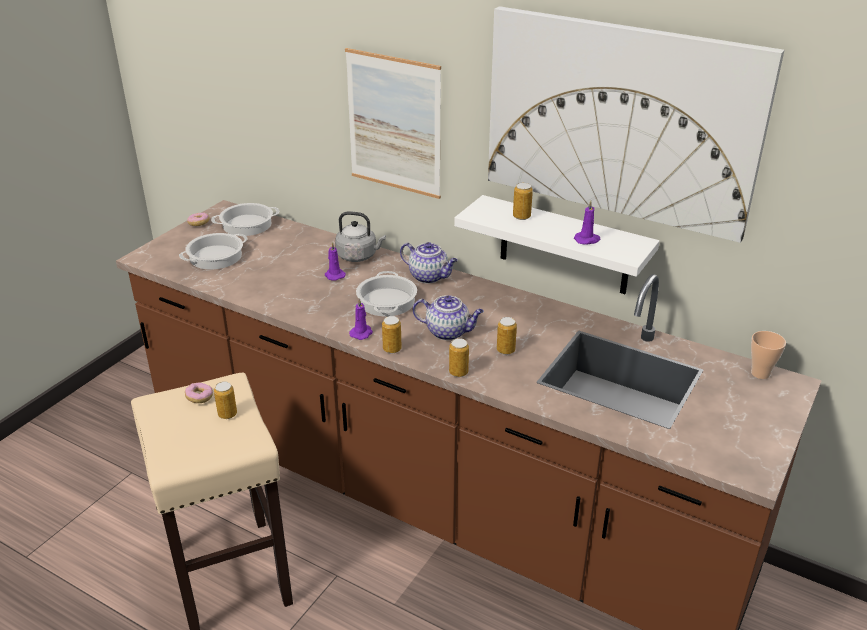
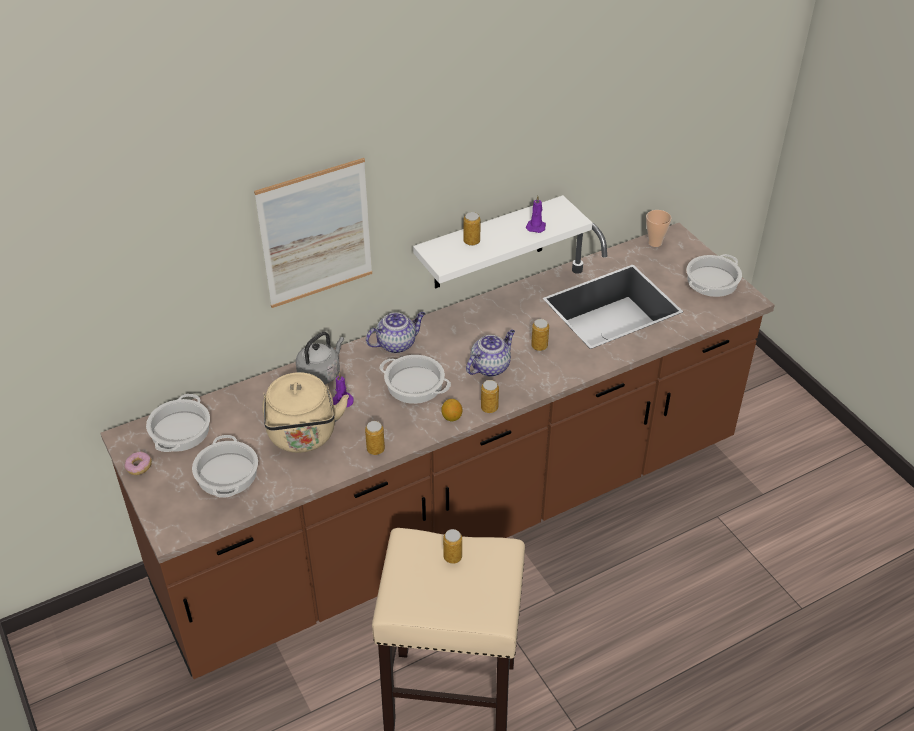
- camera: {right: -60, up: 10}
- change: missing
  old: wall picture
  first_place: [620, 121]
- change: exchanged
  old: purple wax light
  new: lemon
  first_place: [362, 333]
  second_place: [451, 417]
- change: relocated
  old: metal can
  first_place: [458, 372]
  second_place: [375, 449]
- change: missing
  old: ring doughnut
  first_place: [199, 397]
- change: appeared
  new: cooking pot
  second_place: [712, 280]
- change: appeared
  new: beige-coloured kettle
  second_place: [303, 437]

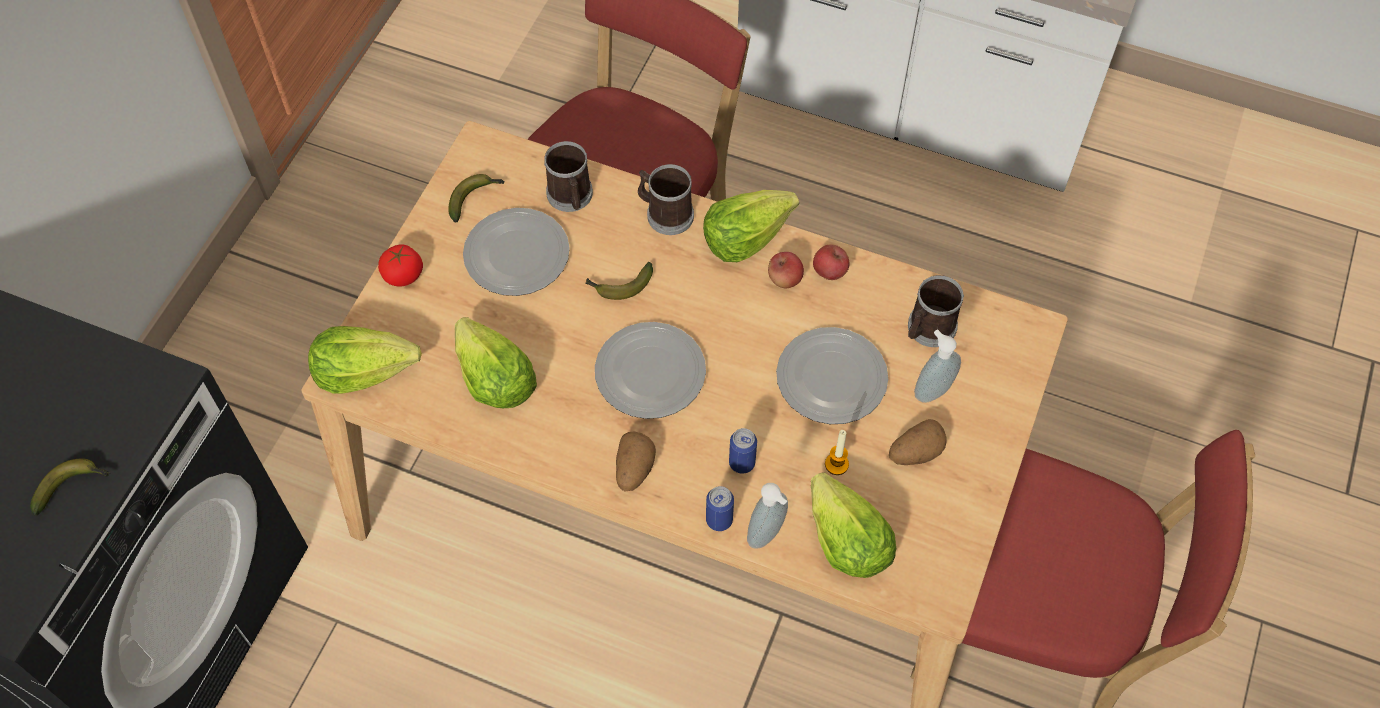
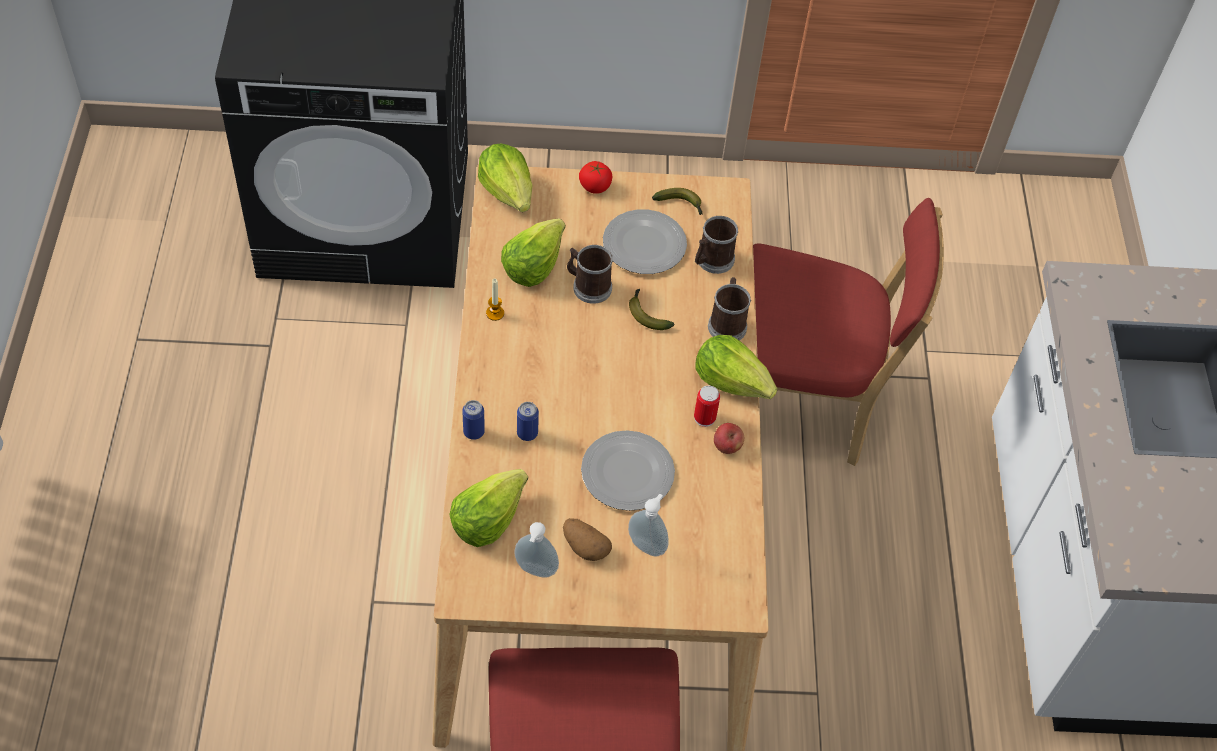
- camera: {right: 65, up: -5}
- change: exchanged
  old: apple fruit
  new: metal can
  first_place: [784, 279]
  second_place: [704, 418]
- change: relocated
  old: mug
  first_place: [928, 329]
  second_place: [588, 286]
- change: missing
  old: plate
  first_place: [649, 374]
- change: relocated
  old: wax light
  first_place: [836, 464]
  second_place: [495, 313]
- change: missing
  old: potato
  first_place: [633, 469]
- change: missing
  old: banana
  first_place: [72, 487]
- change: relocated
  old: liquid soap bottle
  first_place: [768, 535]
  second_place: [535, 571]

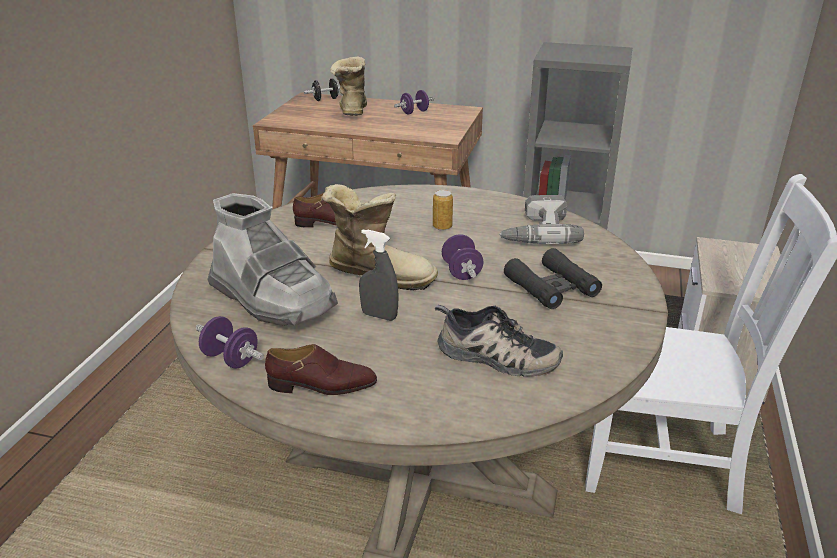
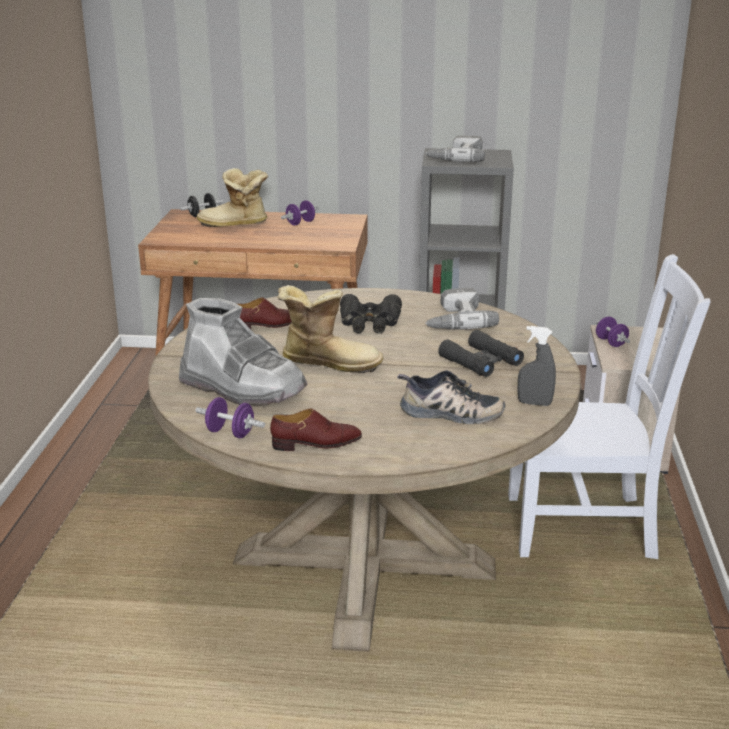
- camera: {right: -10, up: -5}
- change: spun
  old: high-top boot
  first_place: [351, 110]
  second_place: [234, 225]
  degrees: -75
- change: exchanged
  old: metal can
  new: black field glasses
  first_place: [442, 227]
  second_place: [370, 322]
- change: relocated
  old: gray hand sprayer
  first_place: [379, 316]
  second_place: [534, 403]
- change: relocated
  old: purple hand weight
  first_place: [461, 272]
  second_place: [611, 342]
- change: appeared
  new: electric drill
  second_place: [455, 157]

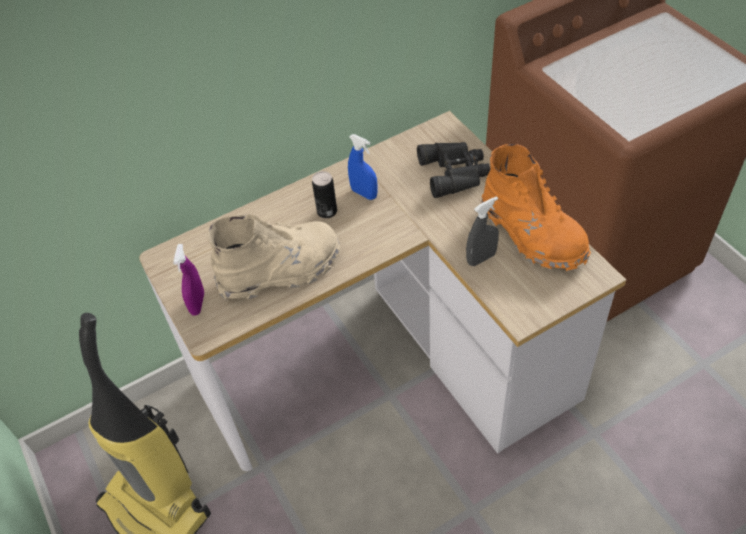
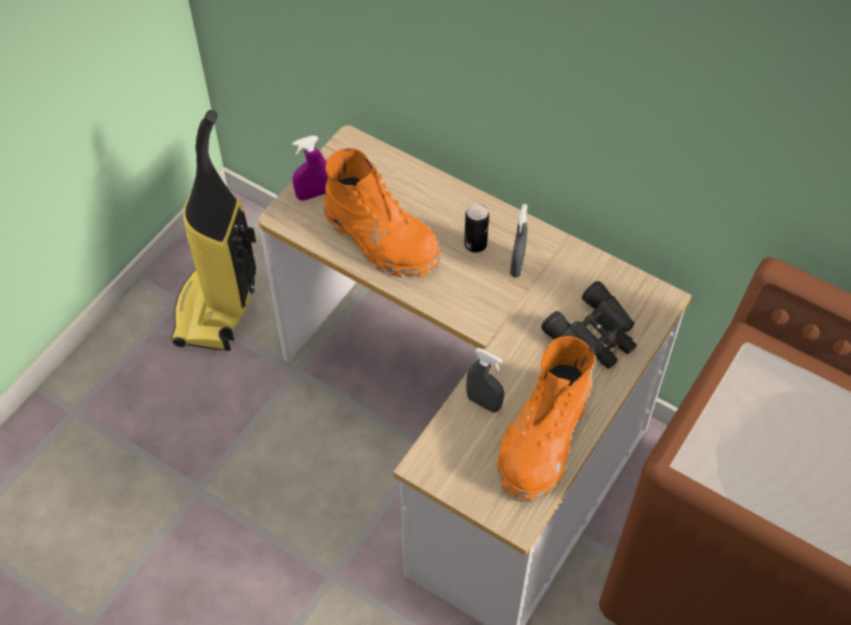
- camera: {right: 60, up: 5}
- change: colour
  old: blue-coloured hand sprayer
  new: gray hand sprayer
  first_place: [364, 193]
  second_place: [517, 265]
- change: colour
  old: beige-coloured high-top boot
  new: orange-coloured high-top boot
  first_place: [281, 270]
  second_place: [381, 239]

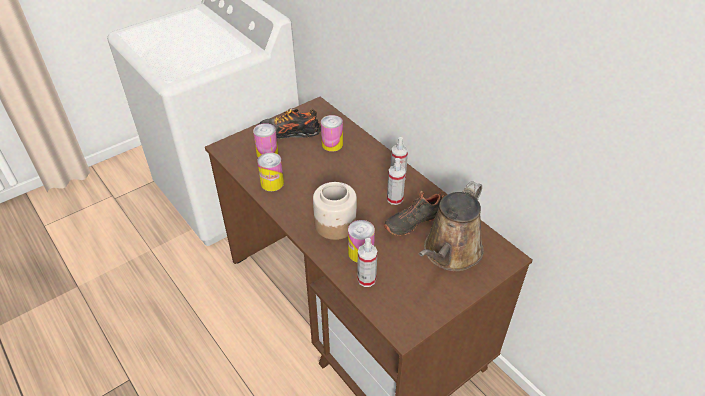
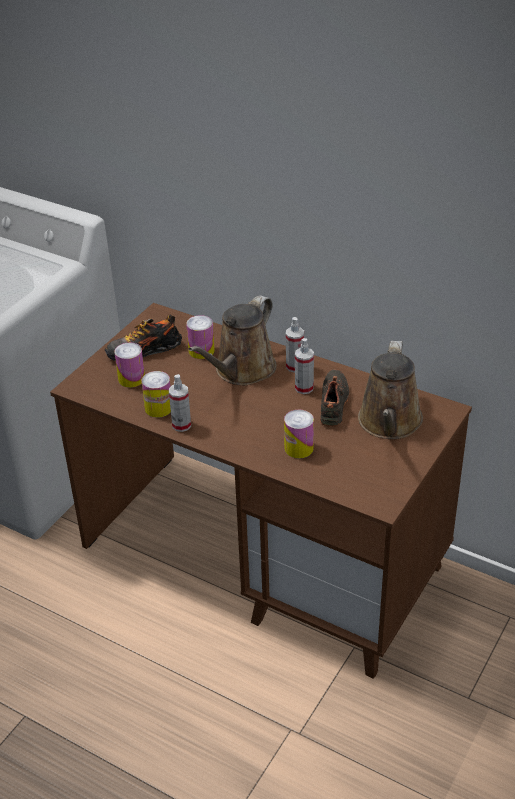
- camera: {right: -20, up: -5}
- change: missing
  old: storage jar
  first_place: [334, 224]
- change: spun
  old: black low shoe
  first_place: [412, 221]
  second_place: [335, 404]
  degrees: 150
- change: relocated
  old: hand sprayer
  first_place: [366, 279]
  second_place: [181, 425]
- change: appeared
  new: brown-coloured watering pot
  second_place: [241, 371]

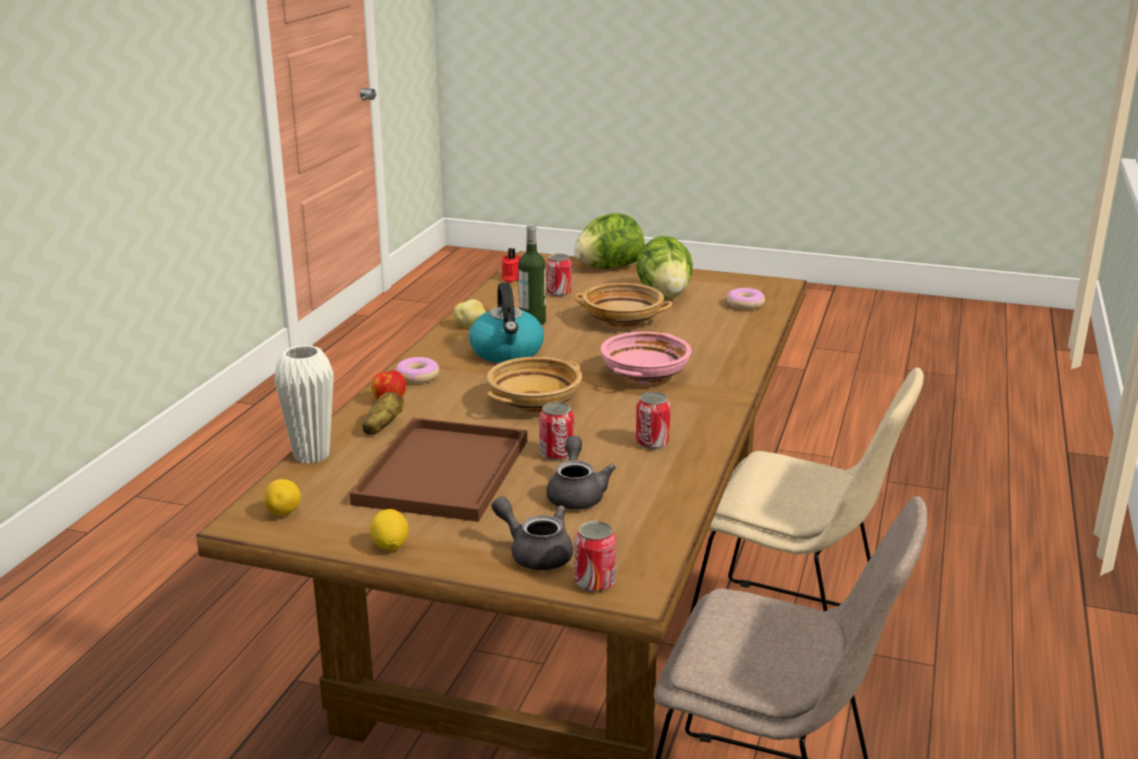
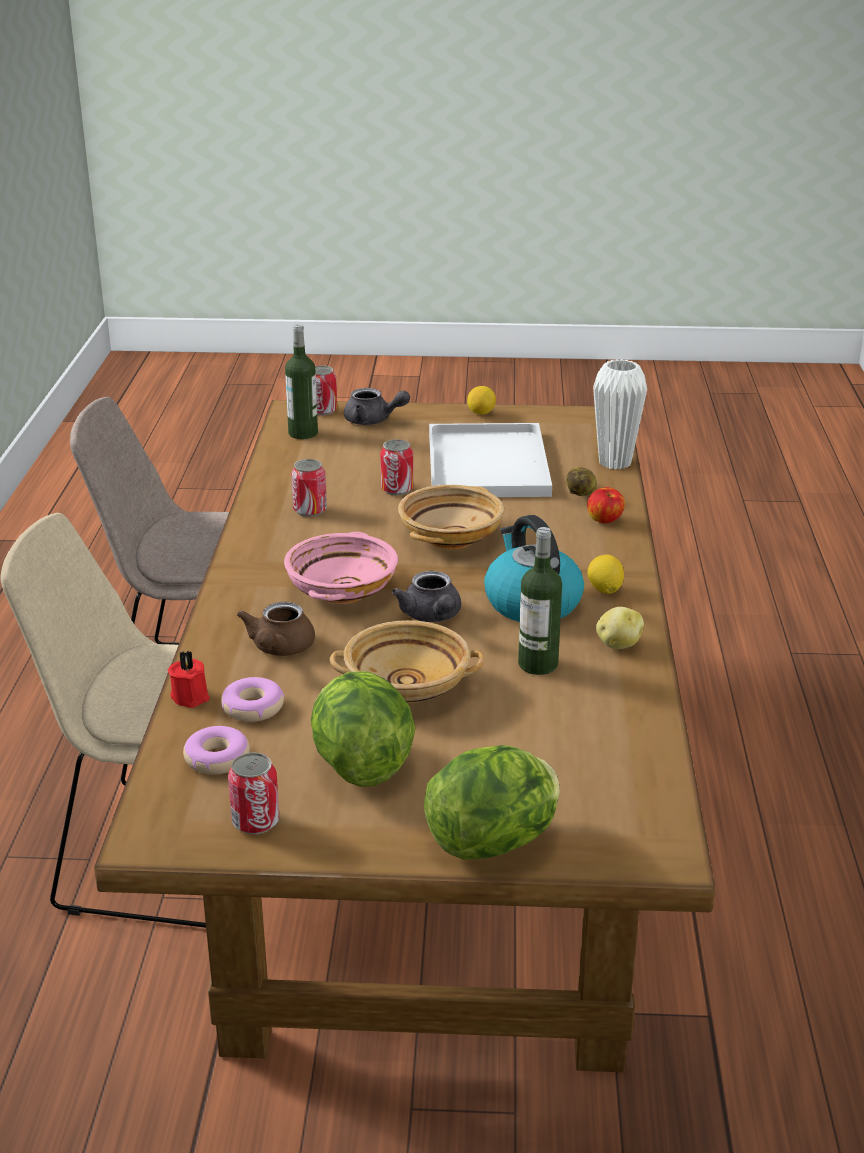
- camera: {right: 165, up: 5}
- change: relocated
  old: red wax light
  first_place: [511, 278]
  second_place: [191, 696]
- change: relocated
  old: metal can
  first_place: [559, 293]
  second_place: [255, 822]
- change: relocated
  old: ring doughnut
  first_place: [417, 377]
  second_place: [252, 708]
- change: colour
  old: brown-coloured carrying tray
  new: white-coloured carrying tray
  first_place: [442, 469]
  second_place: [489, 465]
- change: relocated
  old: gray tea pot
  first_place: [576, 494]
  second_place: [432, 616]
- change: relocated
  old: lemon
  first_place: [284, 513]
  second_place: [604, 590]
- change: appeared
  new: beverage bottle
  second_place: [303, 433]
- change: appeared
  new: brown-coloured tea pot
  second_place: [279, 649]

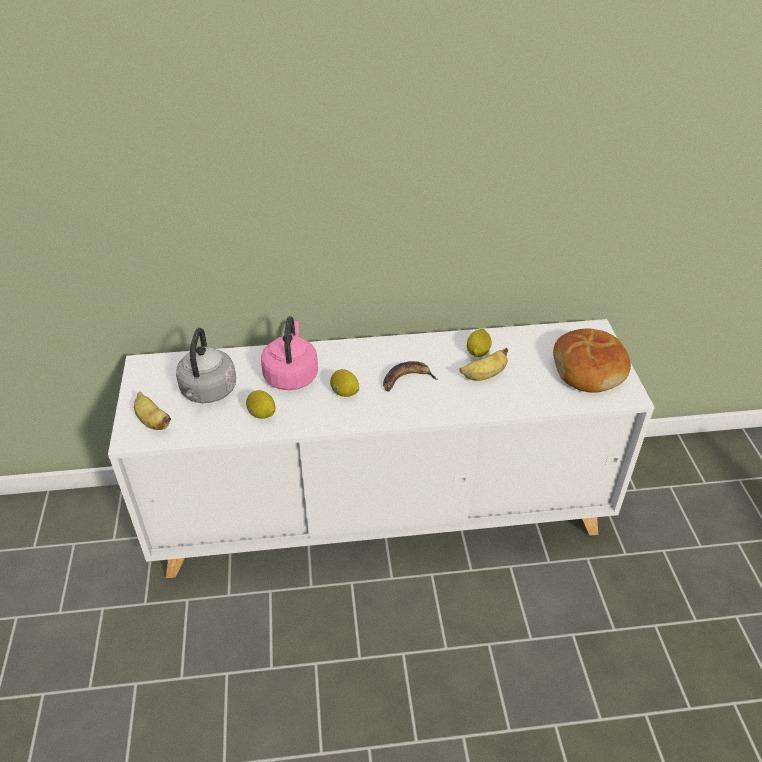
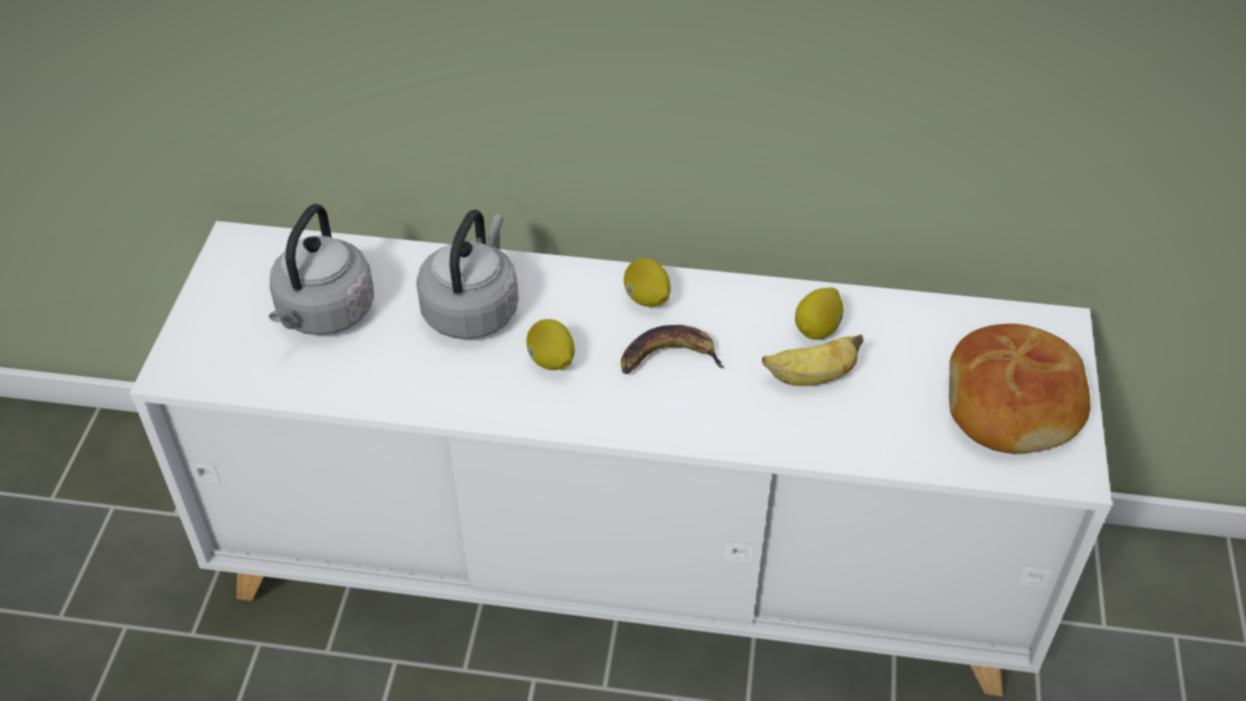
- camera: {right: 15, up: 5}
- change: colour
  old: pink-coloured kettle
  new: gray kettle
  first_place: [291, 375]
  second_place: [473, 309]
- change: relocated
  old: lemon
  first_place: [262, 414]
  second_place: [647, 299]
- change: missing
  old: banana
  first_place: [153, 421]

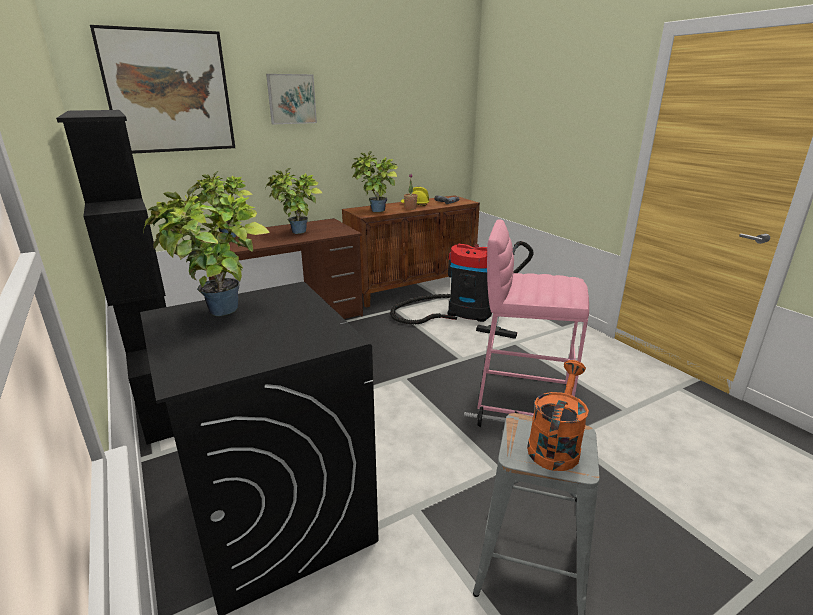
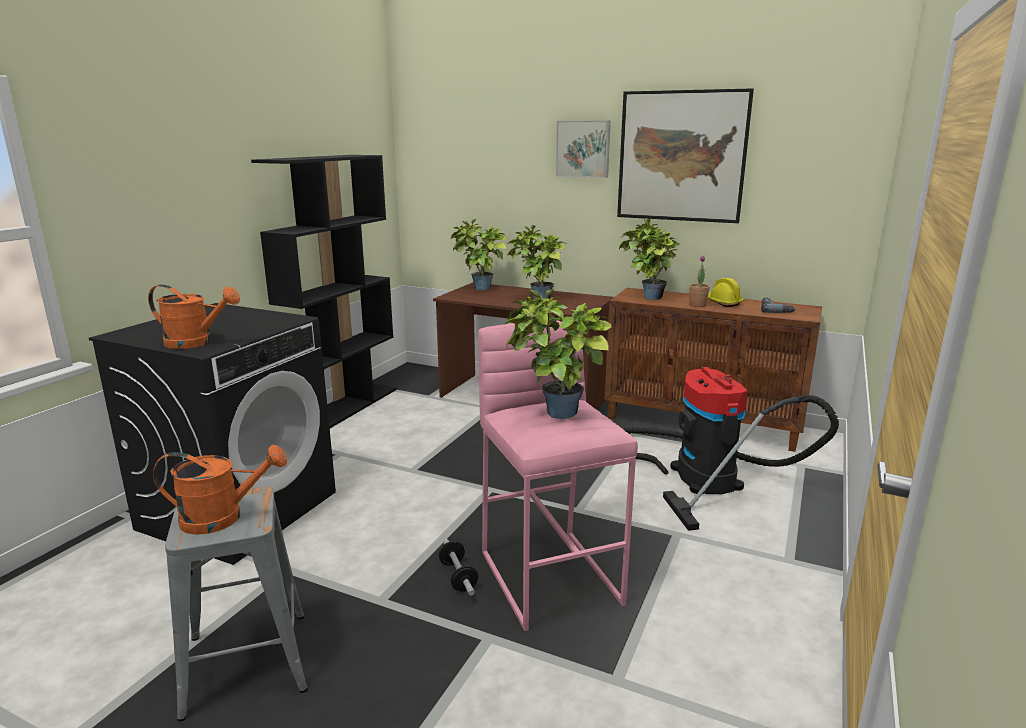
- camera: {right: 55, up: -5}
- change: relocated
  old: wall picture
  first_place: [169, 92]
  second_place: [681, 156]
- change: relocated
  old: plant in a pot
  first_place: [218, 314]
  second_place: [553, 415]
- change: appeared
  new: orange-coloured watering pot
  second_place: [196, 343]

